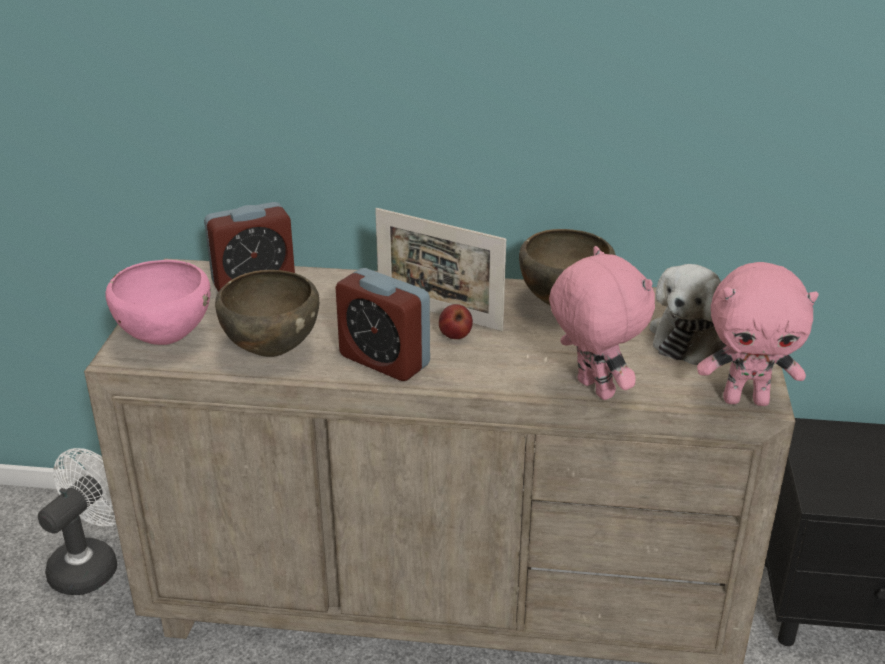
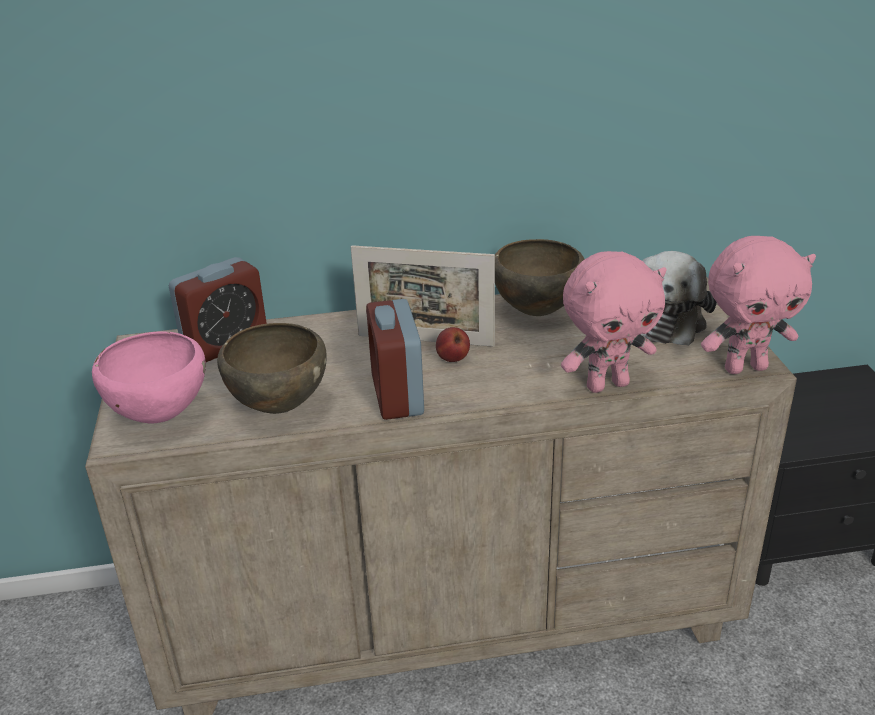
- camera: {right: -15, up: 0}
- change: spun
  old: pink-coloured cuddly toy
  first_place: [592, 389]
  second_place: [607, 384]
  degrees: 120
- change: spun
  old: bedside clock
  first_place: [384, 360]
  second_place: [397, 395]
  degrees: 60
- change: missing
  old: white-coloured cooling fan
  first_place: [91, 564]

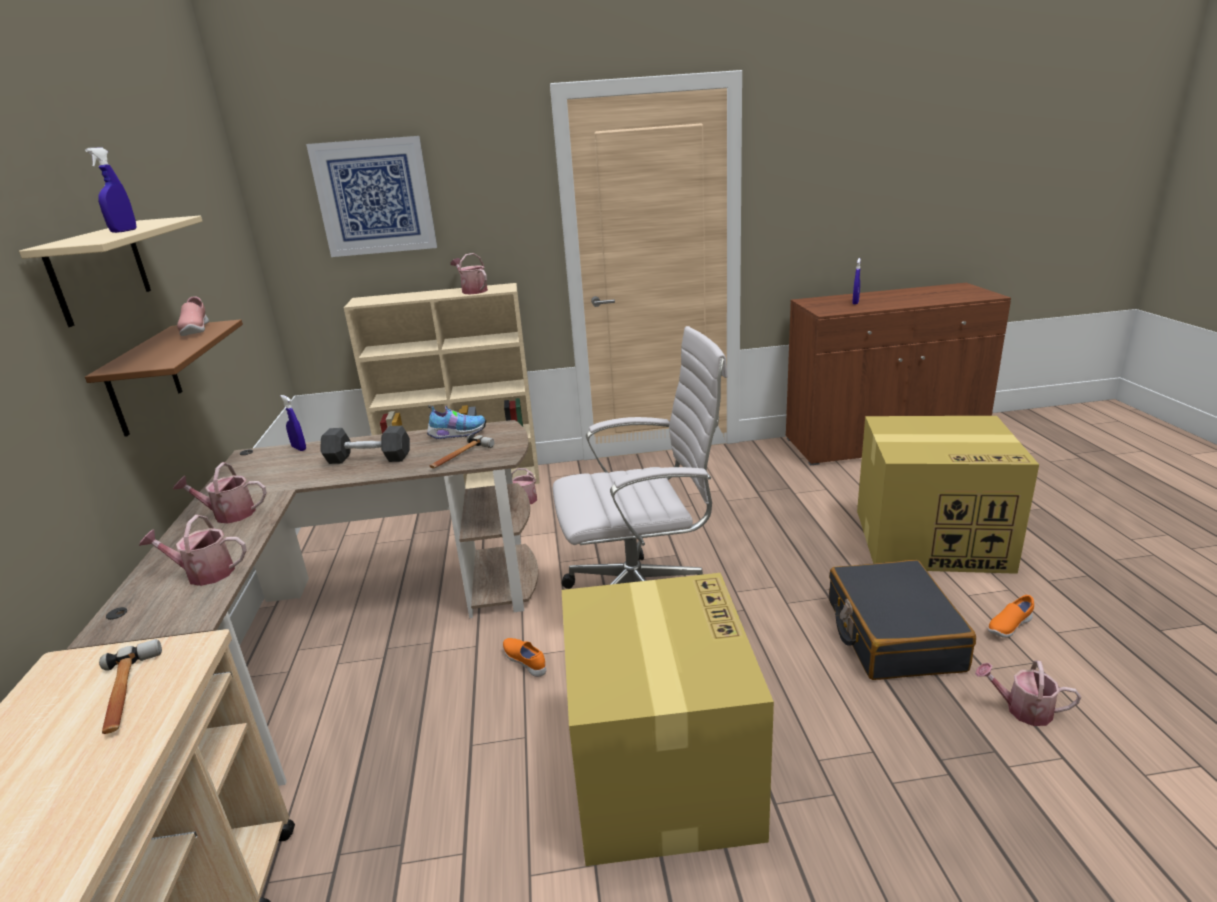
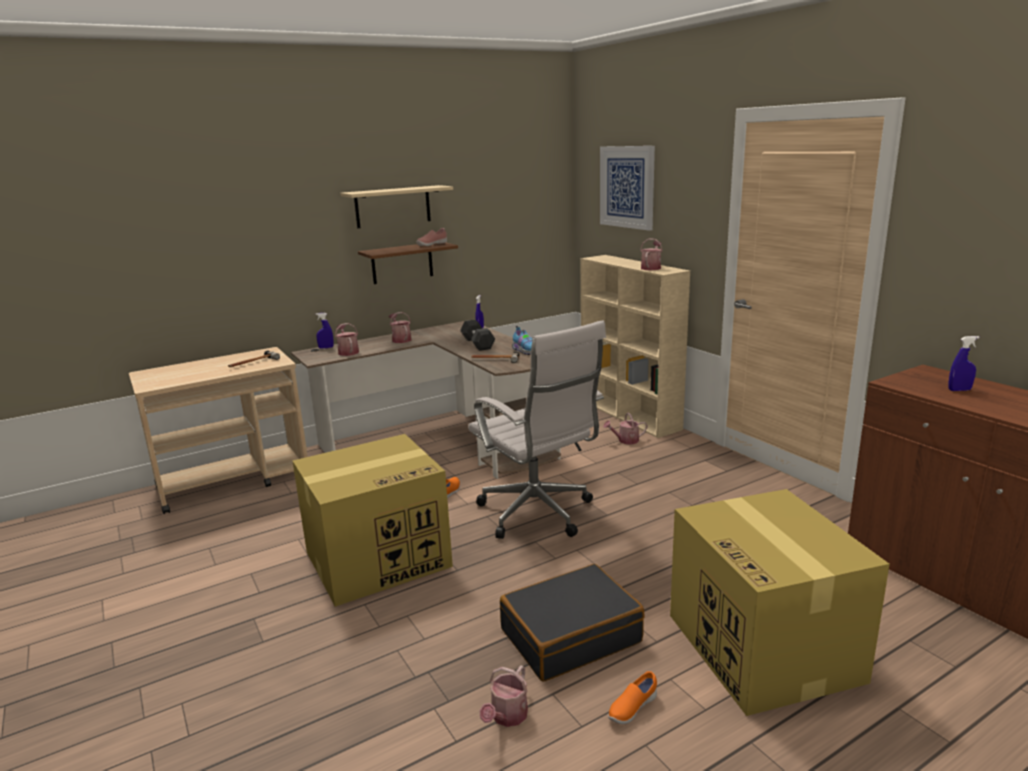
- camera: {right: 65, up: -5}
- change: relocated
  old: blue-coloured hand sprayer
  first_place: [124, 231]
  second_place: [326, 348]
- change: spun
  old: orange-coloured low shoe
  first_place: [1008, 626]
  second_place: [632, 708]
  degrees: -75
- change: spun
  old: watering pot
  first_place: [1022, 710]
  second_place: [507, 717]
  degrees: -150

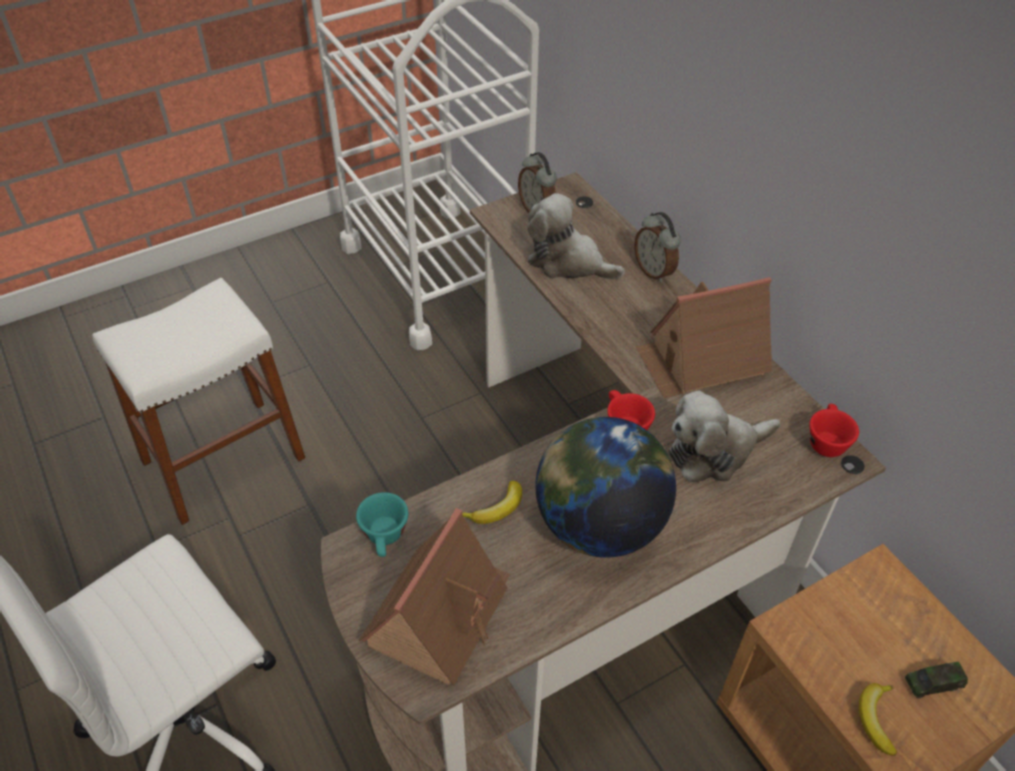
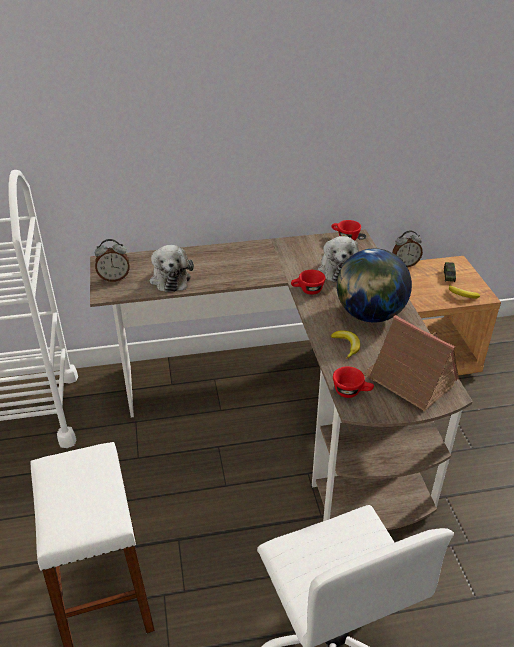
- camera: {right: -70, up: -10}
- change: spun
  old: cuddly toy
  first_place: [568, 262]
  second_place: [170, 278]
  degrees: -60
- change: relocated
  old: bedside clock
  first_place: [654, 271]
  second_place: [405, 264]
- change: missing
  old: toy house
  first_place: [701, 360]
- change: colour
  old: blue-green small cup
  new: red small cup
  first_place: [385, 538]
  second_place: [352, 392]

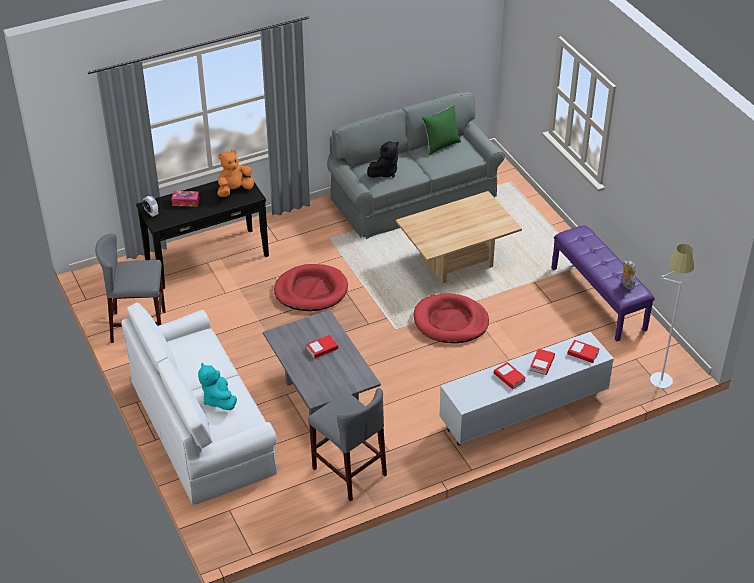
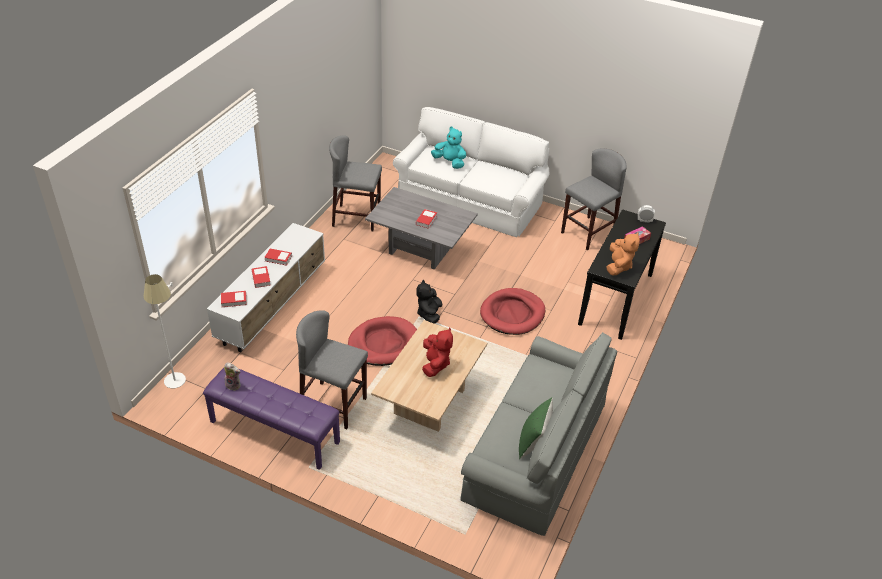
- camera: {right: 140, up: 0}
- change: relocated
  old: black cuddly toy
  first_place: [384, 172]
  second_place: [429, 314]
- change: appeared
  new: gray stool
  second_place: [333, 405]
- change: appeared
  new: red cuddly toy
  second_place: [435, 364]

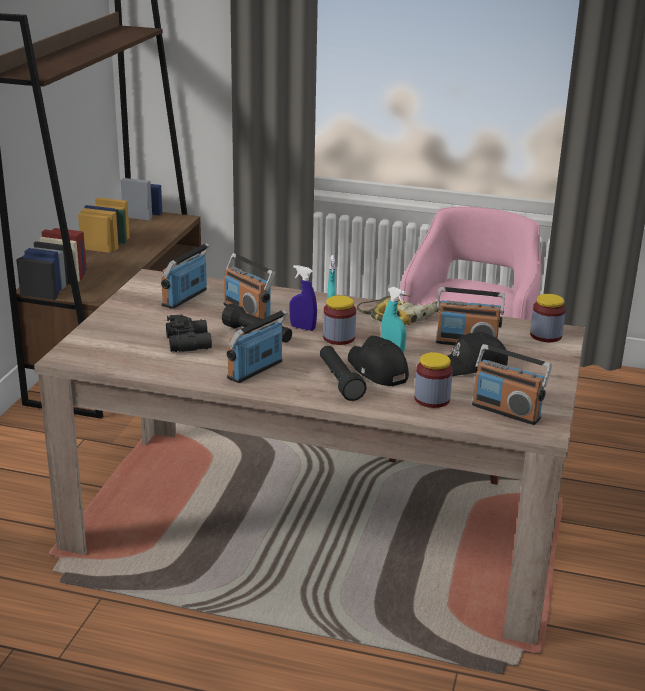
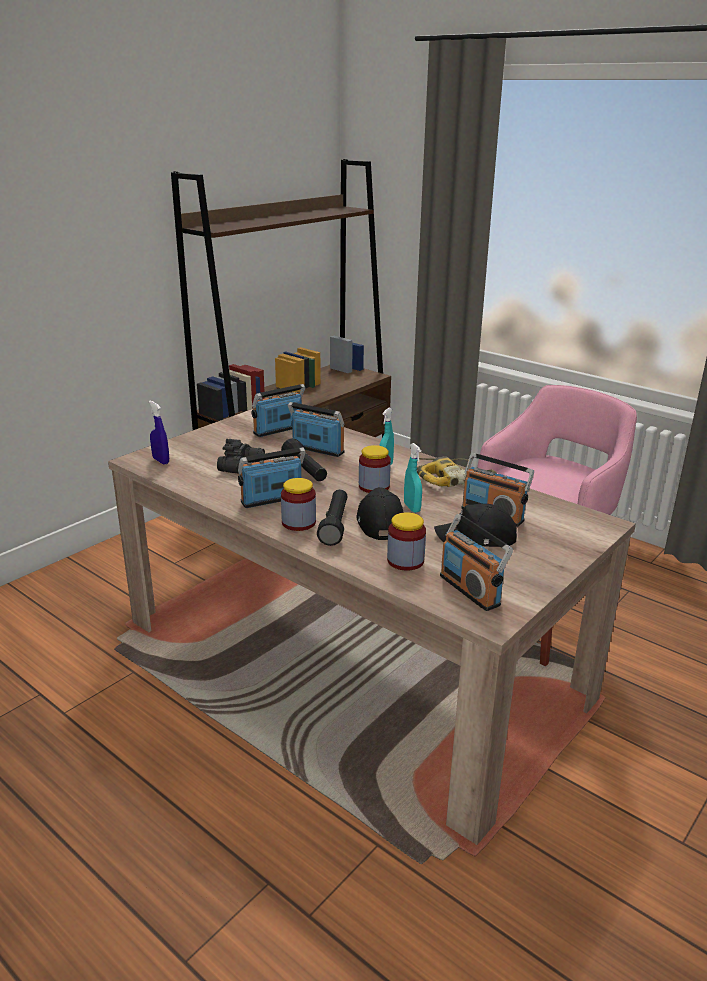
- camera: {right: 25, up: 0}
- change: spun
  old: radio receiver
  first_place: [247, 311]
  second_place: [317, 450]
  degrees: 135
- change: relocated
  old: blue-coloured hand sprayer
  first_place: [302, 328]
  second_place: [161, 461]
- change: relocated
  old: storage jar
  first_place: [545, 335]
  second_place: [298, 522]

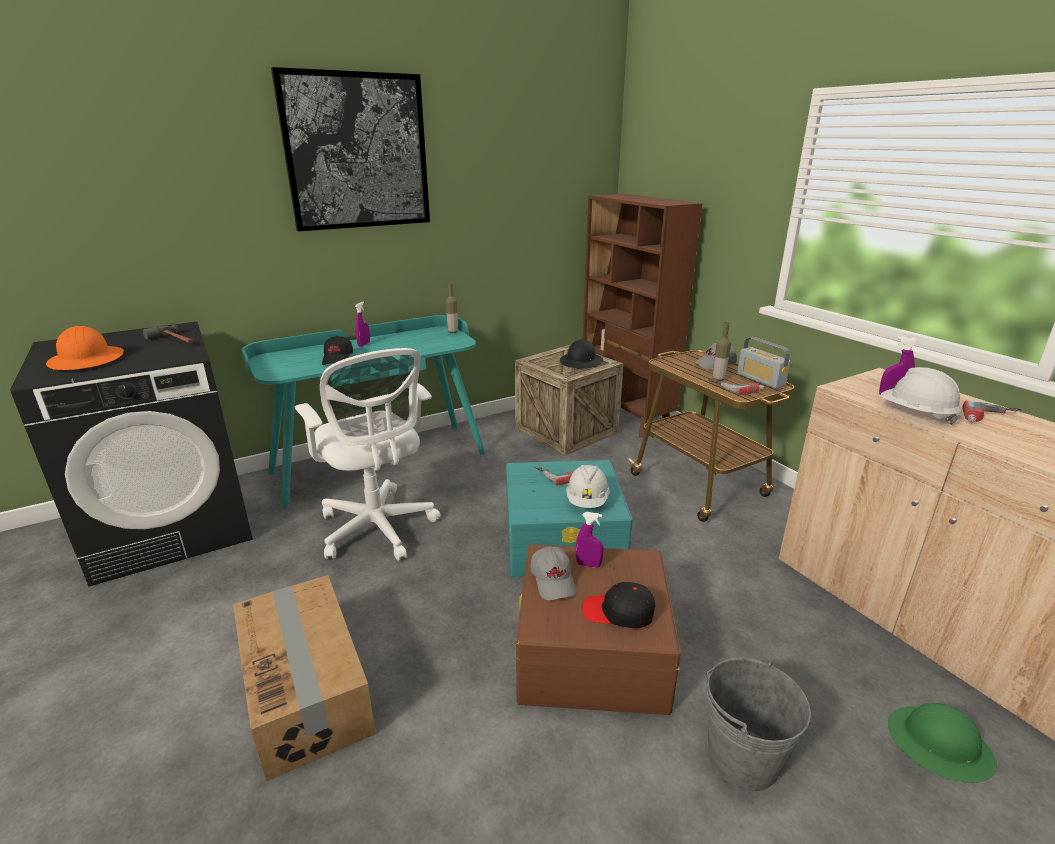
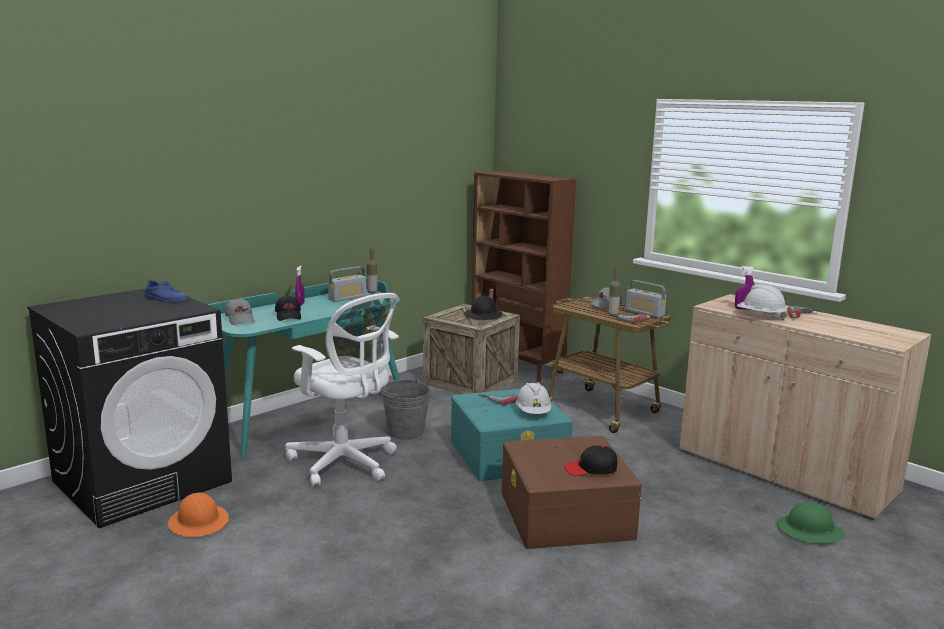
- camera: {right: -15, up: -10}
- change: missing
  old: wall picture
  first_place: [357, 152]
- change: exchanged
  old: hand hammer
  new: blue-coloured low shoe
  first_place: [174, 341]
  second_place: [166, 299]
- change: relocated
  old: orange-coloured hard hat
  first_place: [87, 360]
  second_place: [199, 522]
- change: missing
  old: purple hand sprayer
  first_place: [588, 564]
- change: relocated
  old: gray peaked cap
  first_place: [553, 580]
  second_place: [240, 320]
- change: missing
  old: cardboard box
  first_place: [307, 689]
- change: relocated
  old: gray water bucket
  first_place: [743, 757]
  second_place: [405, 432]
- change: appeared
  new: radio receiver
  second_place: [347, 298]

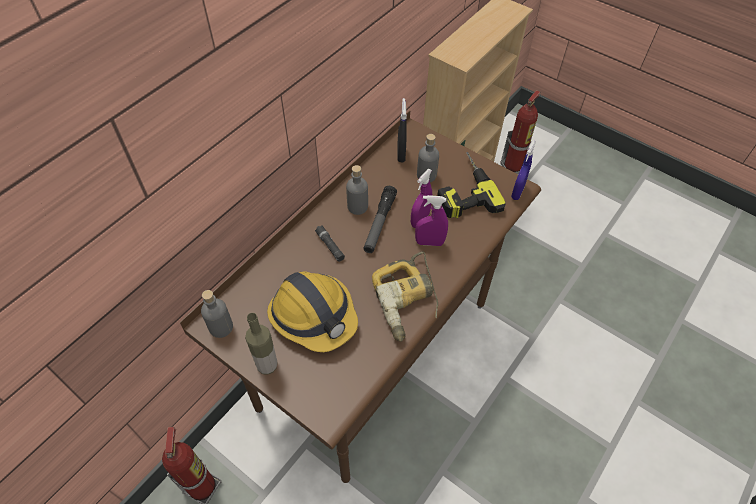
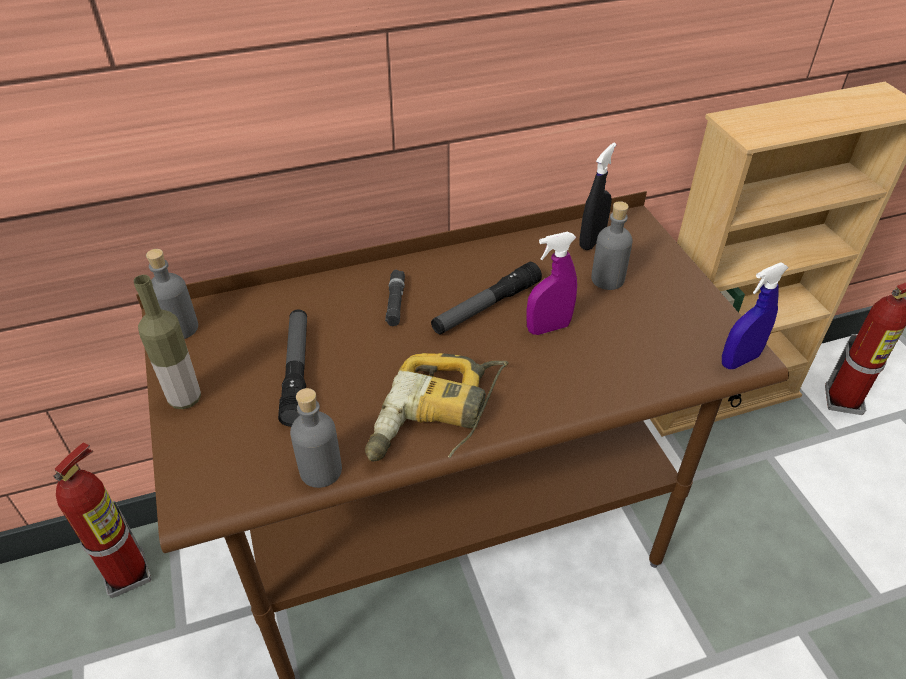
- camera: {right: 35, up: -10}
- change: missing
  old: electric drill
  first_place: [462, 189]
- change: relocated
  old: gray beverage bottle
  first_place: [357, 206]
  second_place: [320, 470]
- change: missing
  old: purple hand sprayer
  first_place: [429, 242]
- change: exchanged
  old: hard hat
  new: torch
  first_place: [314, 315]
  second_place: [297, 372]

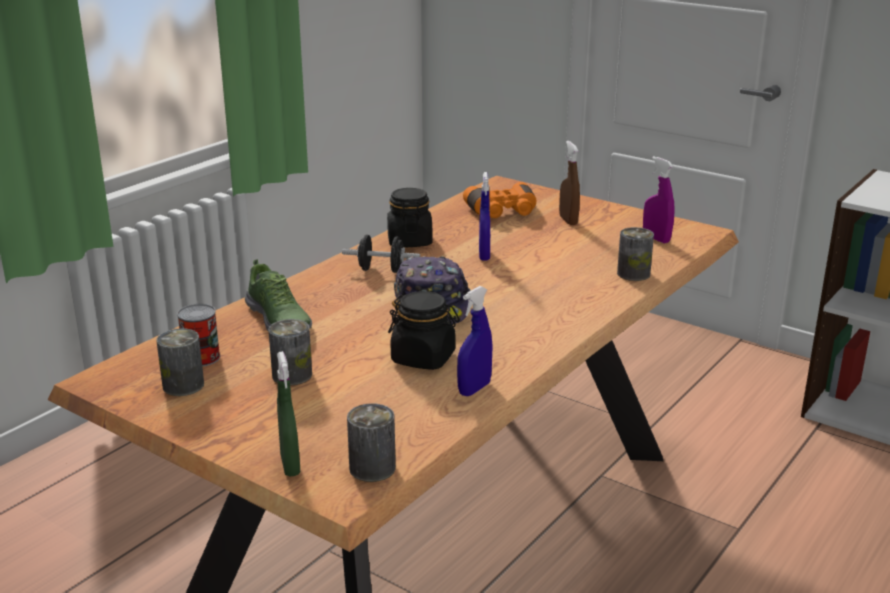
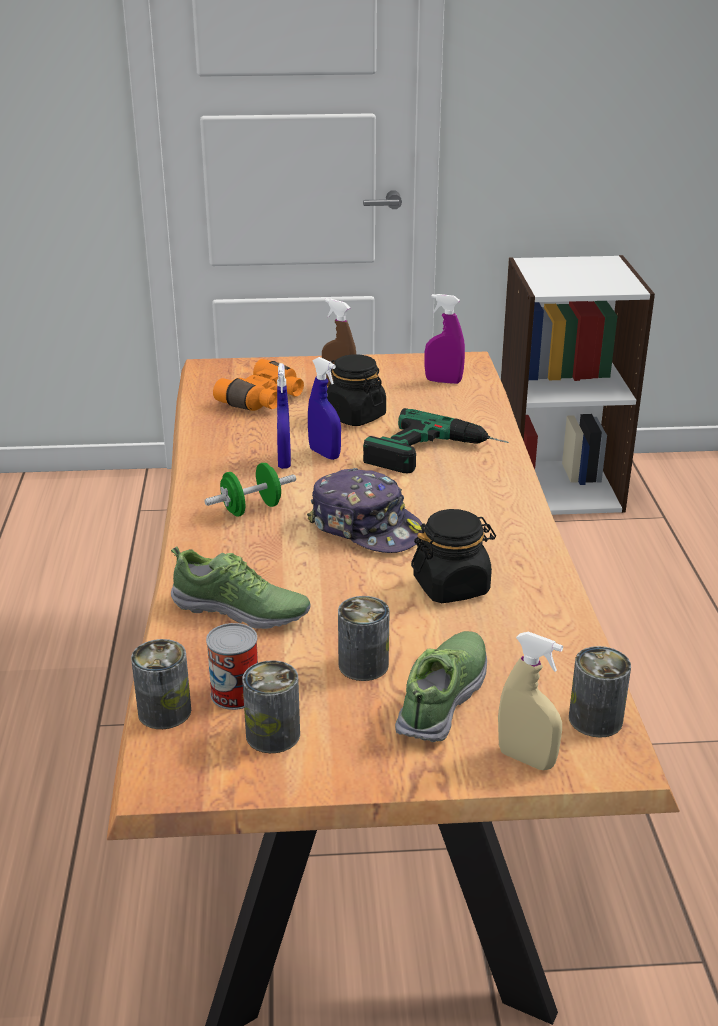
- camera: {right: -40, up: 5}
- change: relocated
  old: black storage jar
  first_place: [409, 241]
  second_place: [355, 416]
- change: relocated
  old: metal can
  first_place: [633, 274]
  second_place: [164, 711]
- change: colour
  old: black hand weight
  new: green hand weight
  first_place: [381, 270]
  second_place: [251, 509]
- change: relocated
  old: blue-coloured hand sprayer
  first_place: [474, 389]
  second_place: [284, 461]
- change: colour
  old: green hand sprayer
  new: beige-coloured hand sprayer
  first_place: [290, 465]
  second_place: [526, 759]
- change: appeared
  new: electric drill
  second_place: [437, 454]
- change: appeared
  new: low shoe
  second_place: [443, 698]

